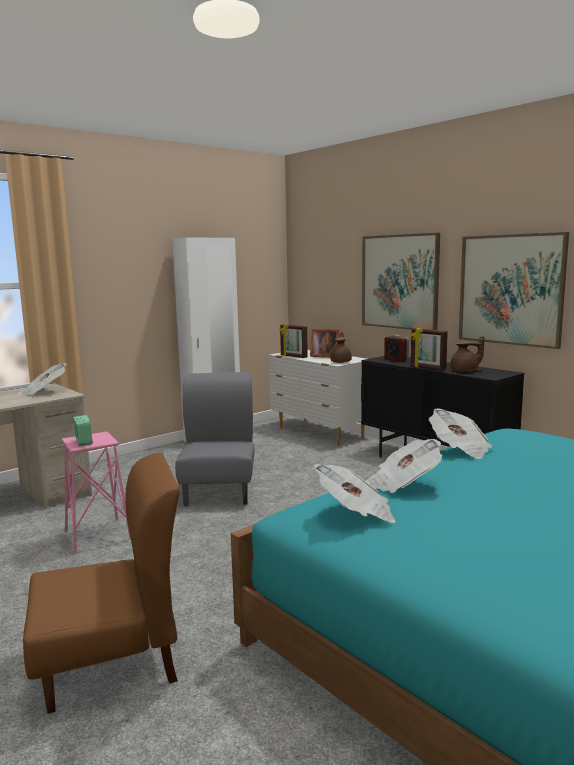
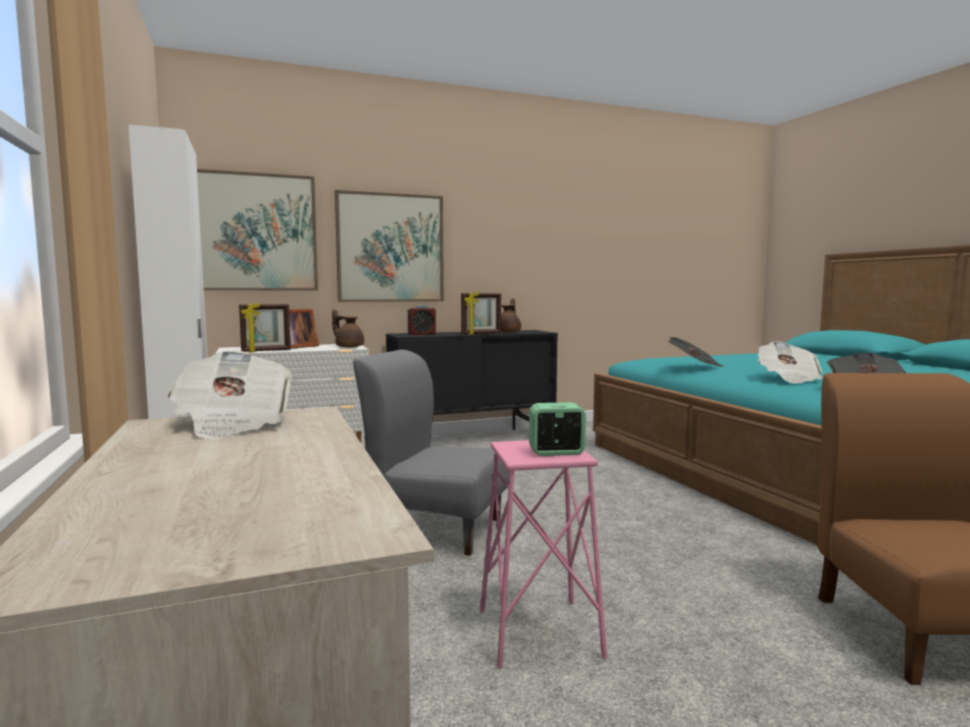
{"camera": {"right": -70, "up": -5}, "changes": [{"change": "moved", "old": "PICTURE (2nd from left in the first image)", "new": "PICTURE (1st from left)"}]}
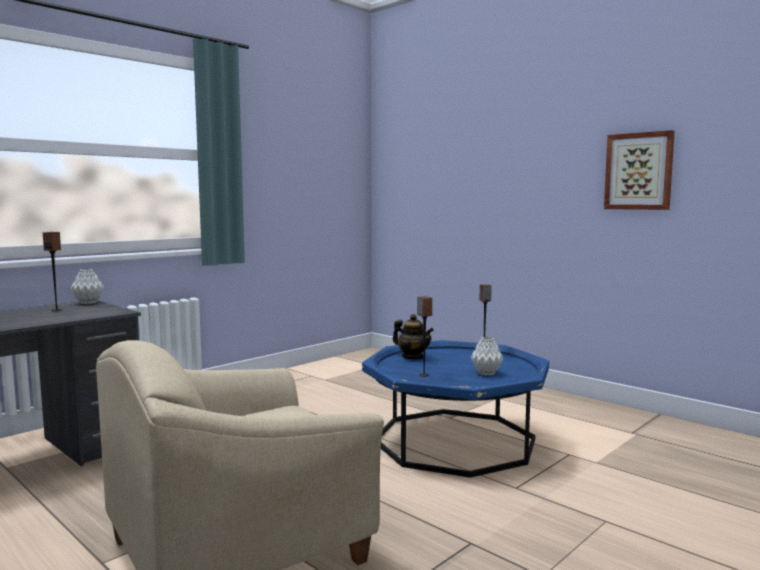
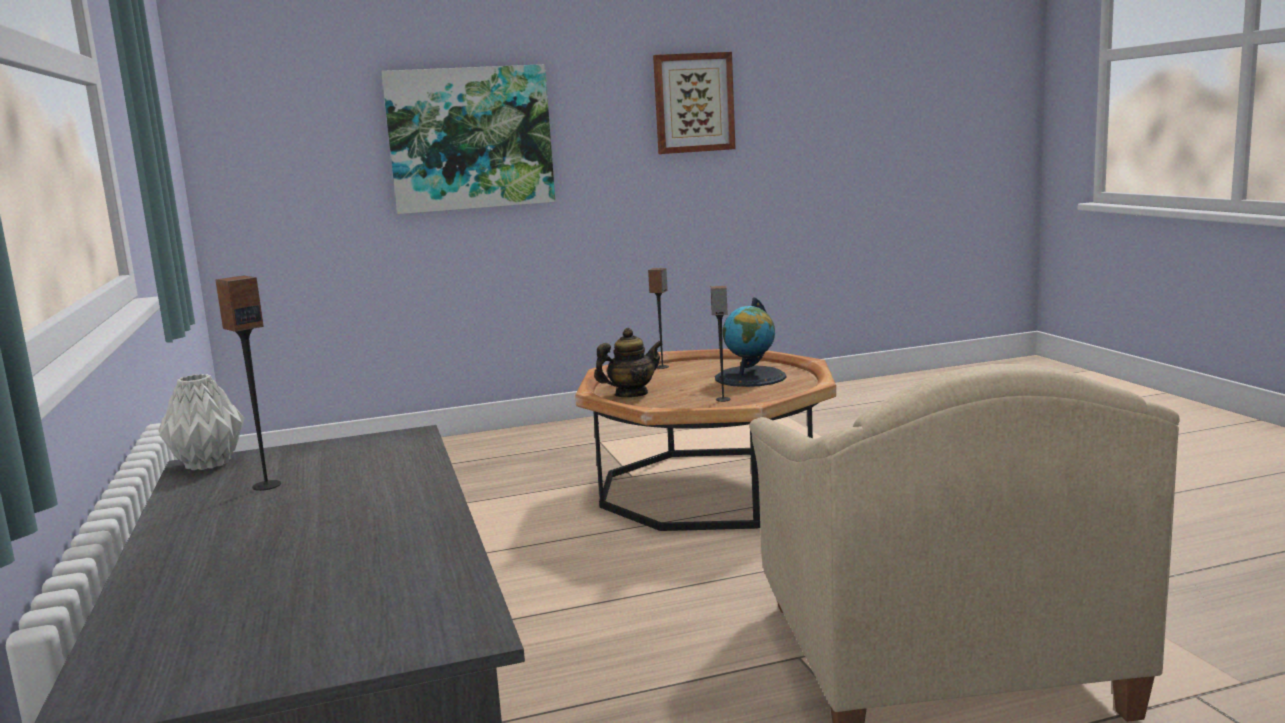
{"camera": {"right": -60, "up": 5}, "changes": [{"change": "added", "new": "PICTURE (1st from left)"}, {"change": "recoloured", "old": "BLUE COFFEE TABLE", "new": "BROWN COFFEE TABLE"}, {"change": "replaced", "old": "GREY VASE (2nd from left)", "new": "GLOBE"}]}
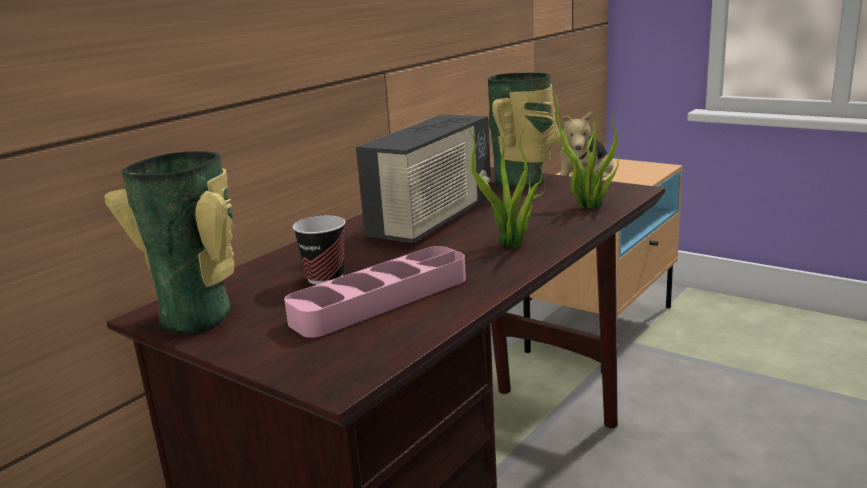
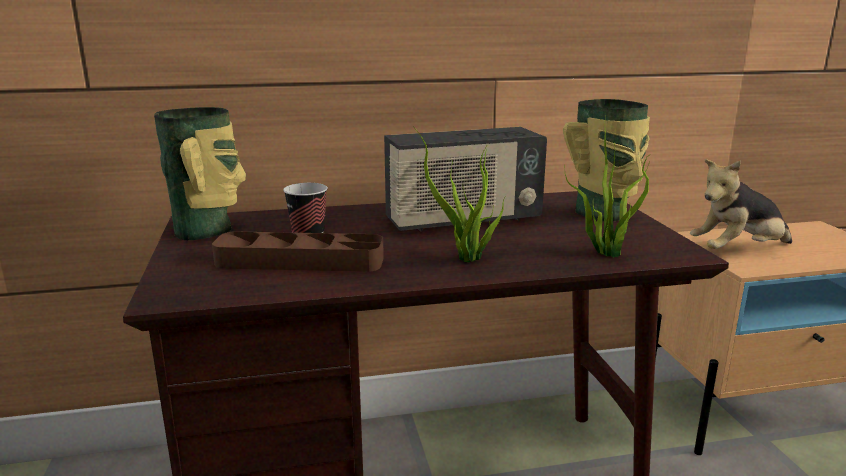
{"camera": {"right": 40, "up": 0}, "changes": [{"change": "recoloured", "old": "PINK TRAY", "new": "BROWN TRAY"}]}
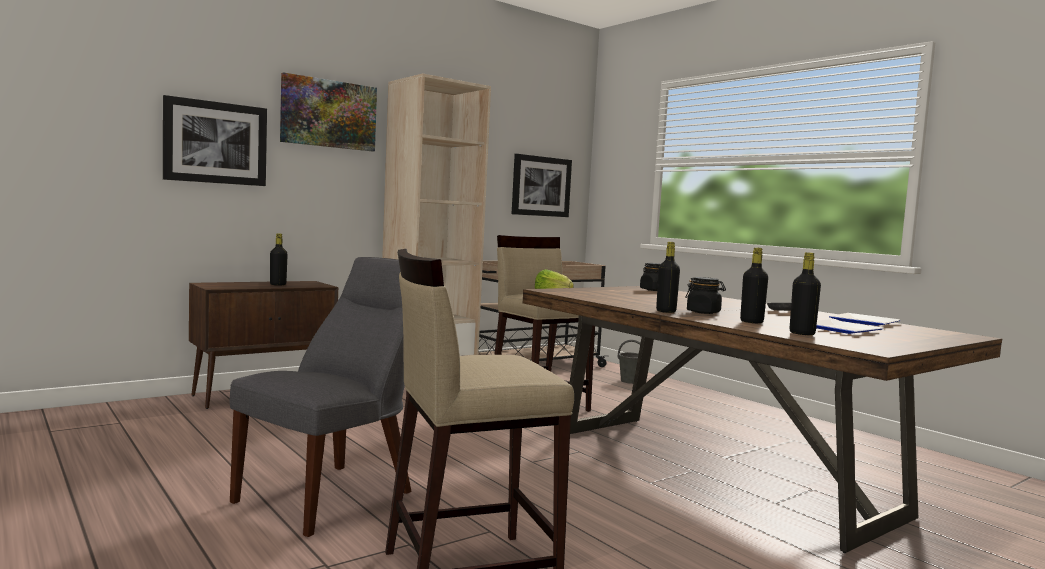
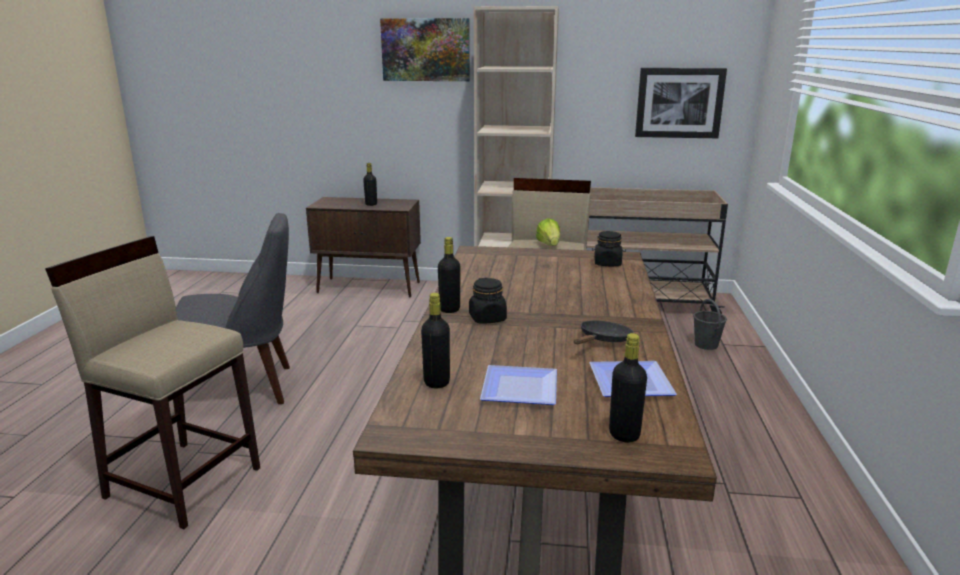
{"camera": {"right": 45, "up": 15}, "changes": [{"change": "moved", "old": "BLACK BOTTLE (3rd from left in the first image)", "new": "BLACK BOTTLE (4th from left)"}, {"change": "removed", "old": "PICTURE (1st from left)"}]}
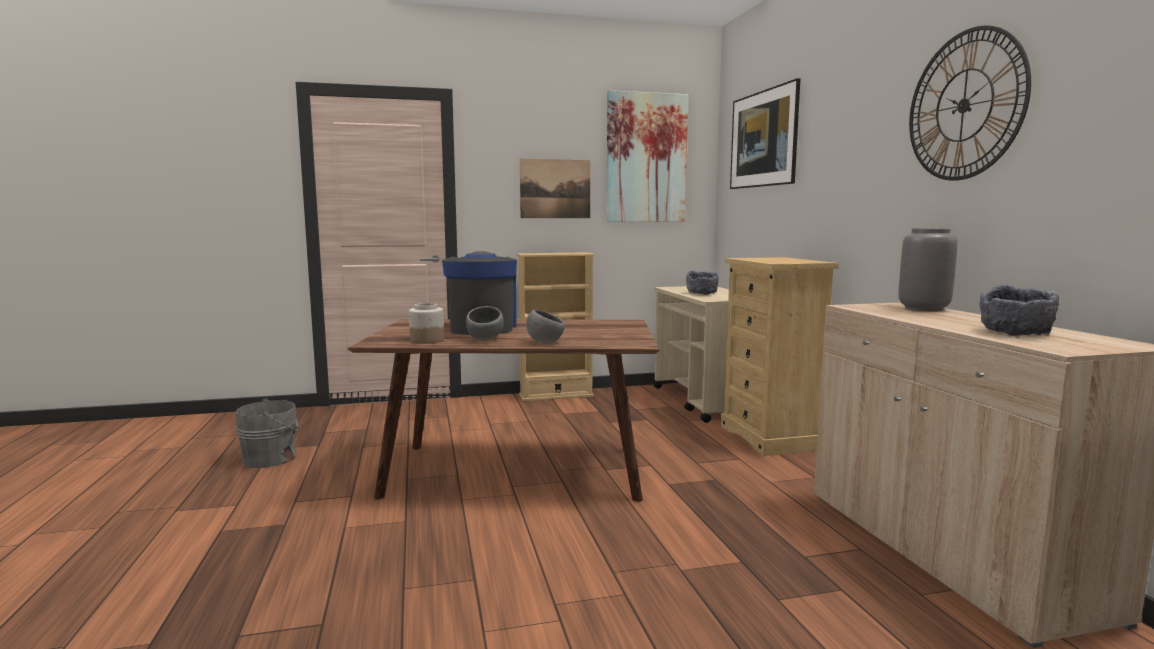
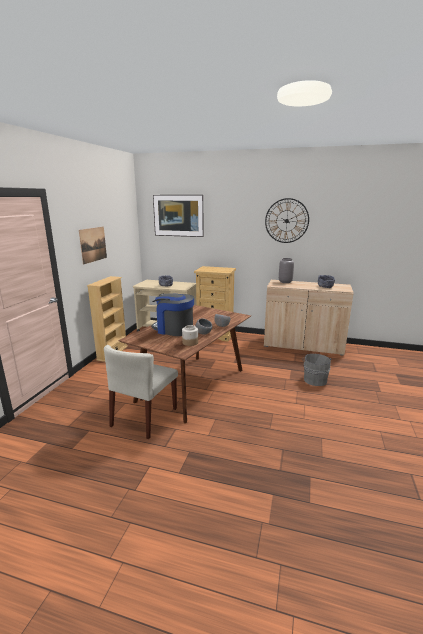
{"camera": {"right": -60, "up": 10}, "changes": [{"change": "added", "new": "BEIGE CHAIR"}, {"change": "moved", "old": "GREY BUCKET"}, {"change": "removed", "old": "PICTURE (2nd from left)"}]}
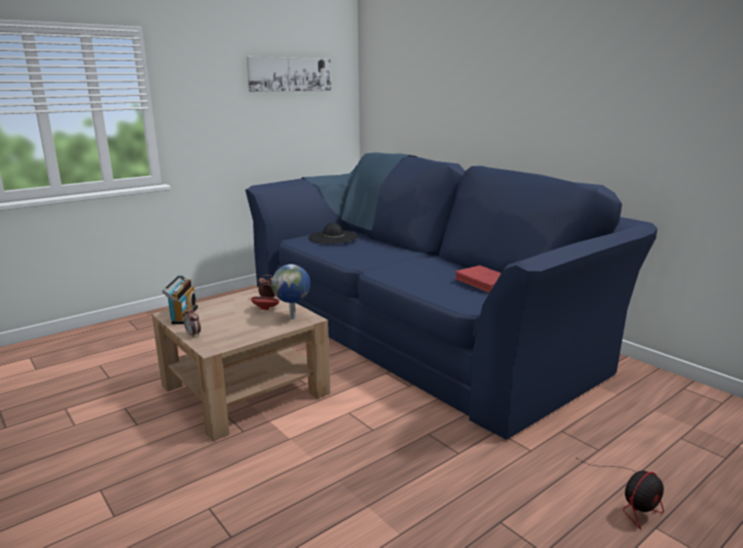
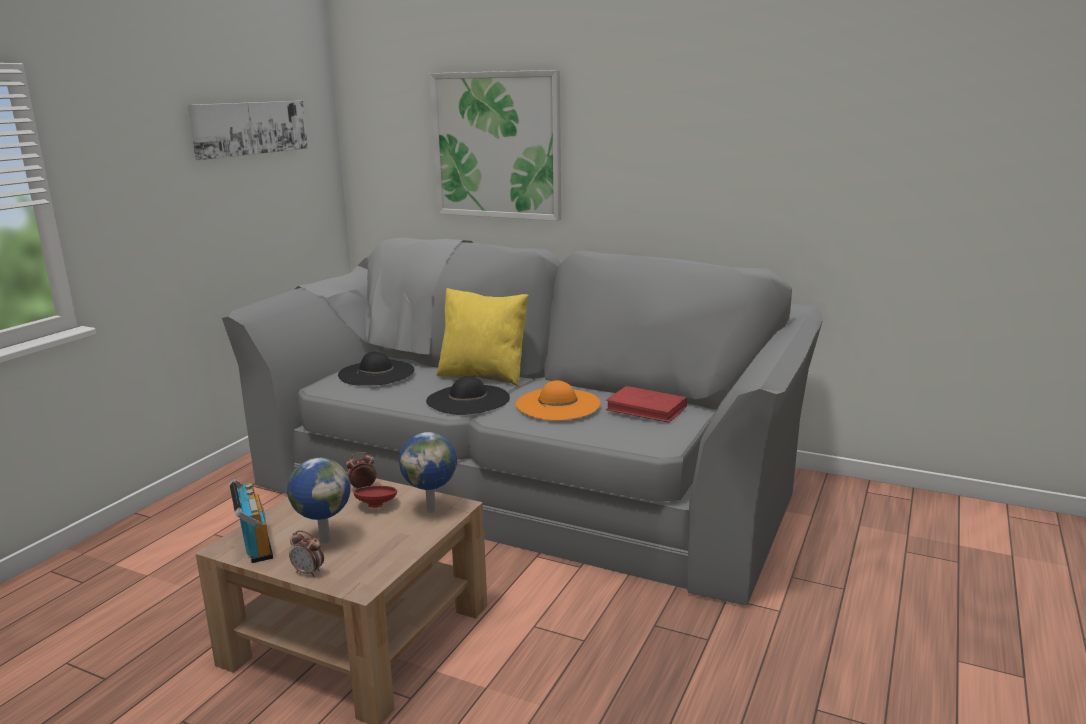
{"camera": {"right": -25, "up": 0}, "changes": [{"change": "recoloured", "old": "BLUE SOFA", "new": "GREY SOFA"}, {"change": "added", "new": "GLOBE (1st from left)"}, {"change": "added", "new": "BLACK HAT (2nd from left)"}, {"change": "added", "new": "PICTURE (2nd from left)"}, {"change": "added", "new": "YELLOW PILLOW"}, {"change": "added", "new": "ORANGE HAT"}, {"change": "removed", "old": "FAN"}]}
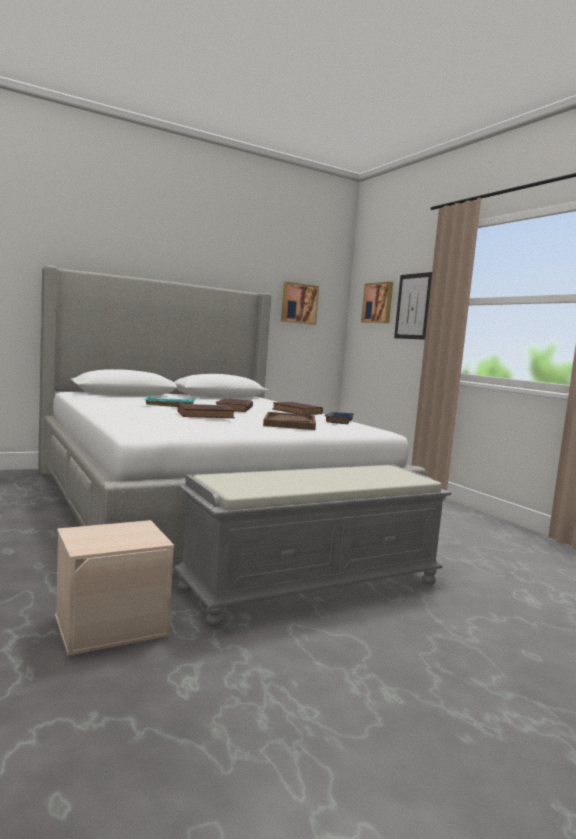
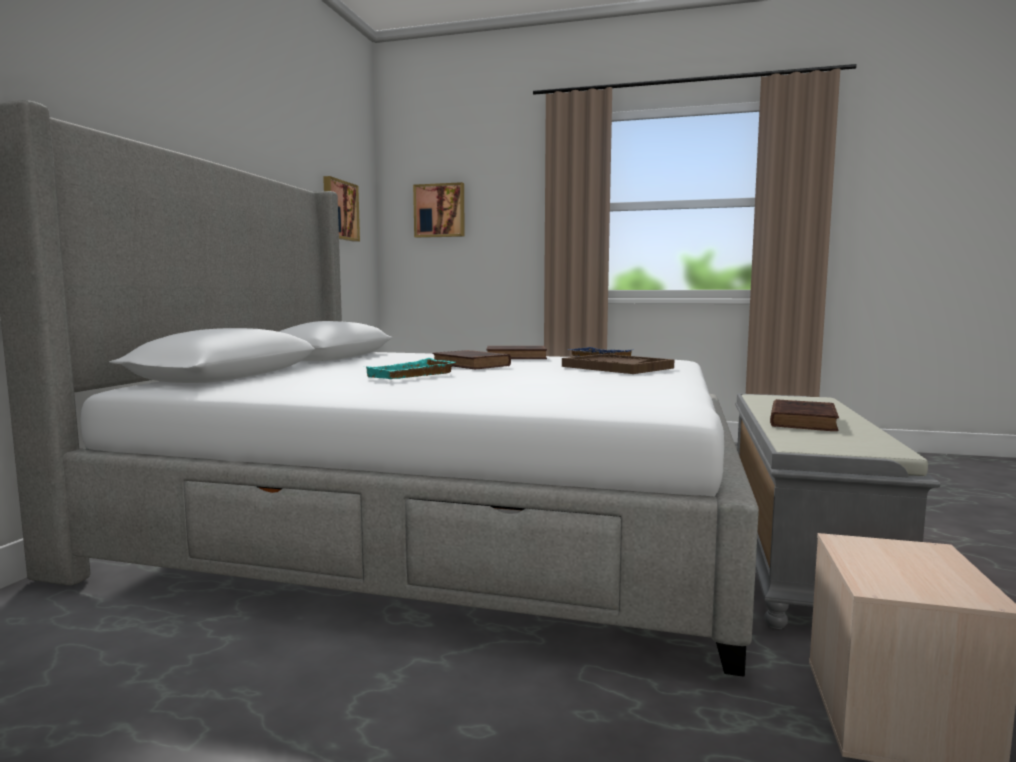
{"camera": {"right": -45, "up": 0}, "changes": [{"change": "moved", "old": "BROWN BOOK (1st from left in the first image)", "new": "BROWN BOOK (3rd from left)"}, {"change": "removed", "old": "PICTURE (3rd from left)"}]}
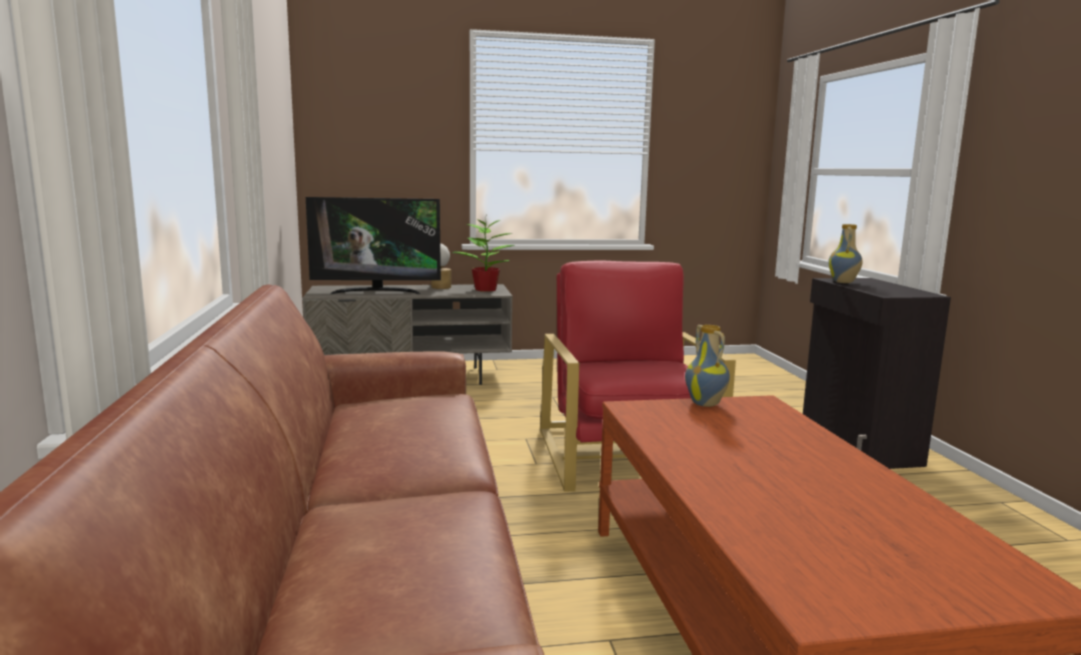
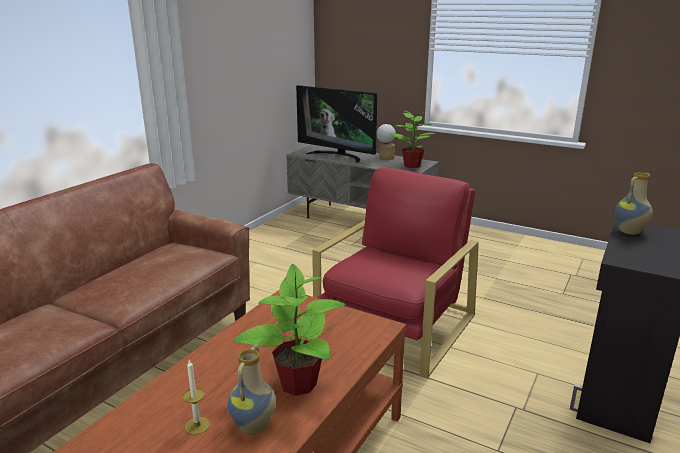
{"camera": {"right": 40, "up": 10}, "changes": [{"change": "added", "new": "CANDLE"}, {"change": "moved", "old": "VASE (1st from left)"}, {"change": "added", "new": "POTTED PLANT (1st from left)"}]}
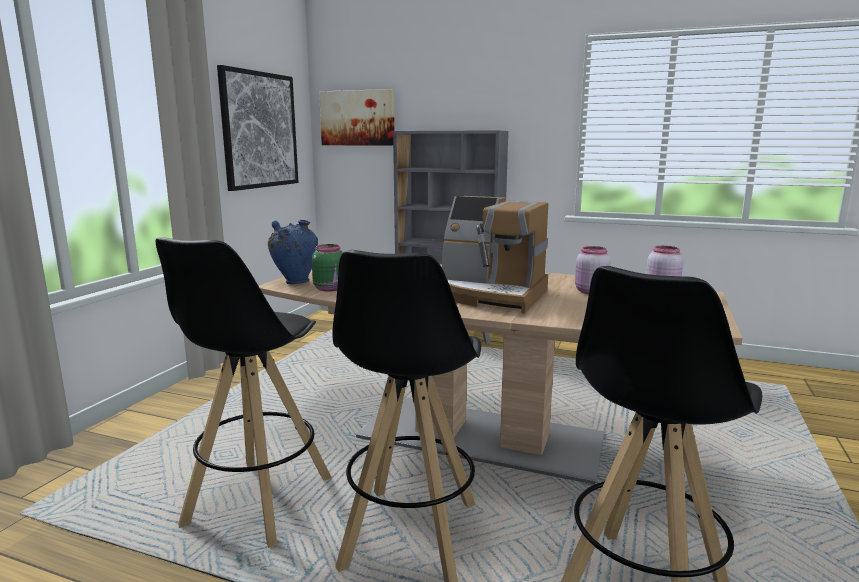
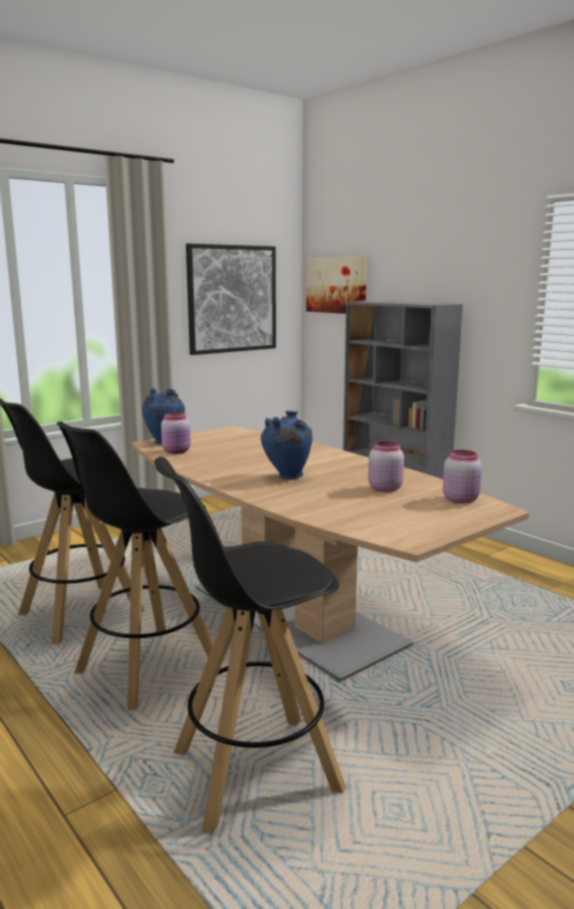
{"camera": {"right": 30, "up": 0}, "changes": [{"change": "recoloured", "old": "GREEN JAR", "new": "PINK JAR (1st from left)"}, {"change": "replaced", "old": "COFFEE MACHINE", "new": "BLUE VASE (2nd from left)"}]}
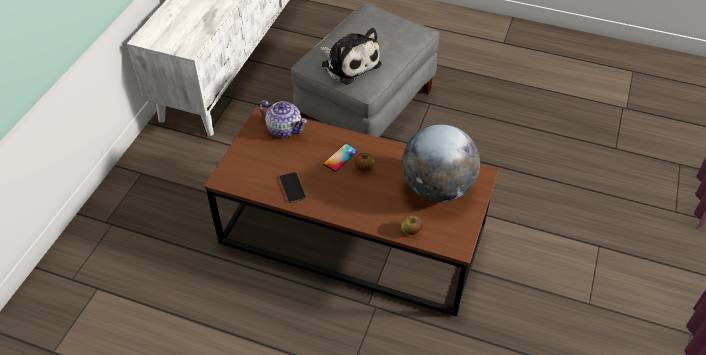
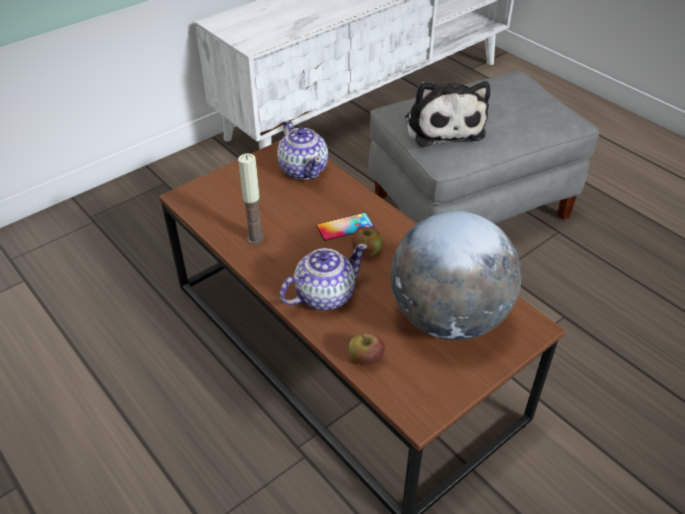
{"camera": {"right": 30, "up": -5}, "changes": [{"change": "replaced", "old": "PHONE (1st from left)", "new": "CANDLE"}, {"change": "added", "new": "TEAPOT (2nd from left)"}]}
